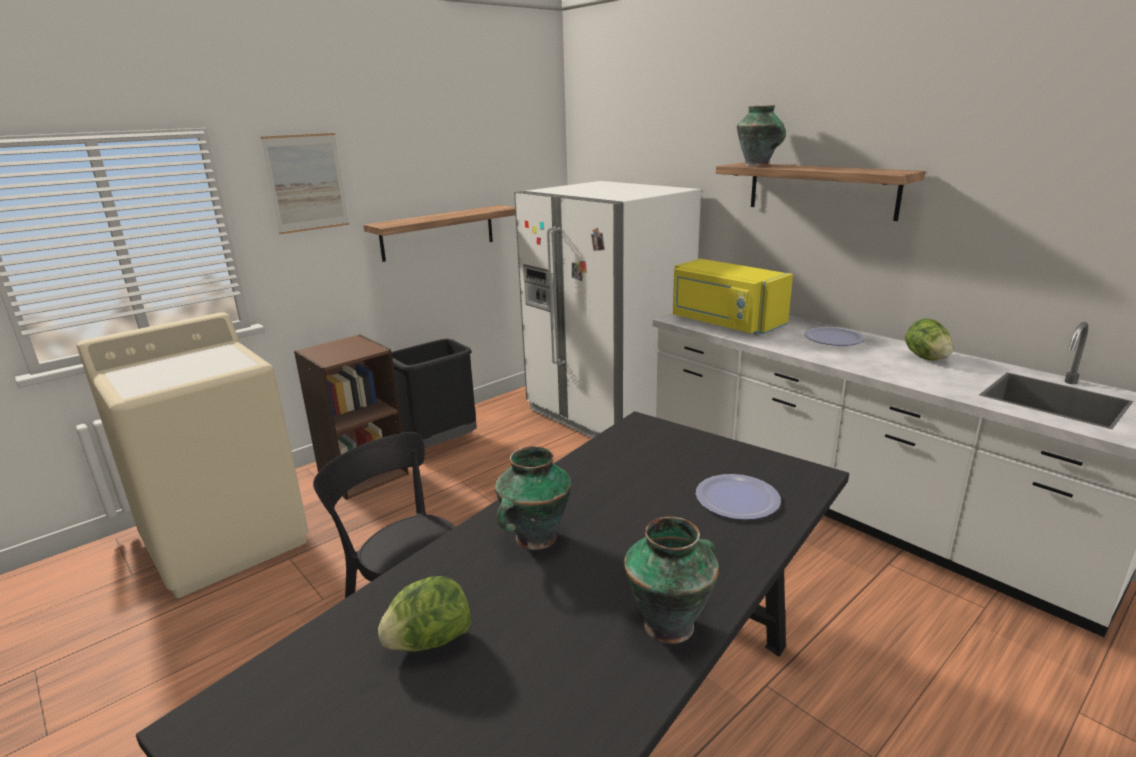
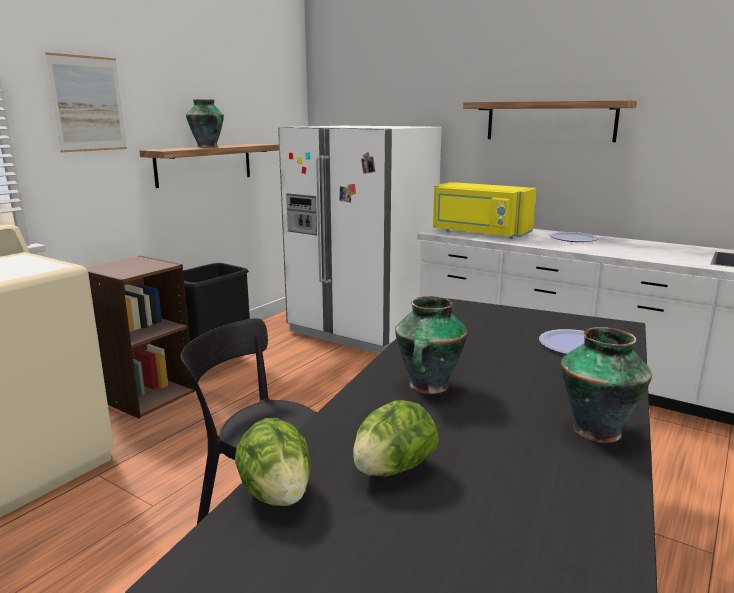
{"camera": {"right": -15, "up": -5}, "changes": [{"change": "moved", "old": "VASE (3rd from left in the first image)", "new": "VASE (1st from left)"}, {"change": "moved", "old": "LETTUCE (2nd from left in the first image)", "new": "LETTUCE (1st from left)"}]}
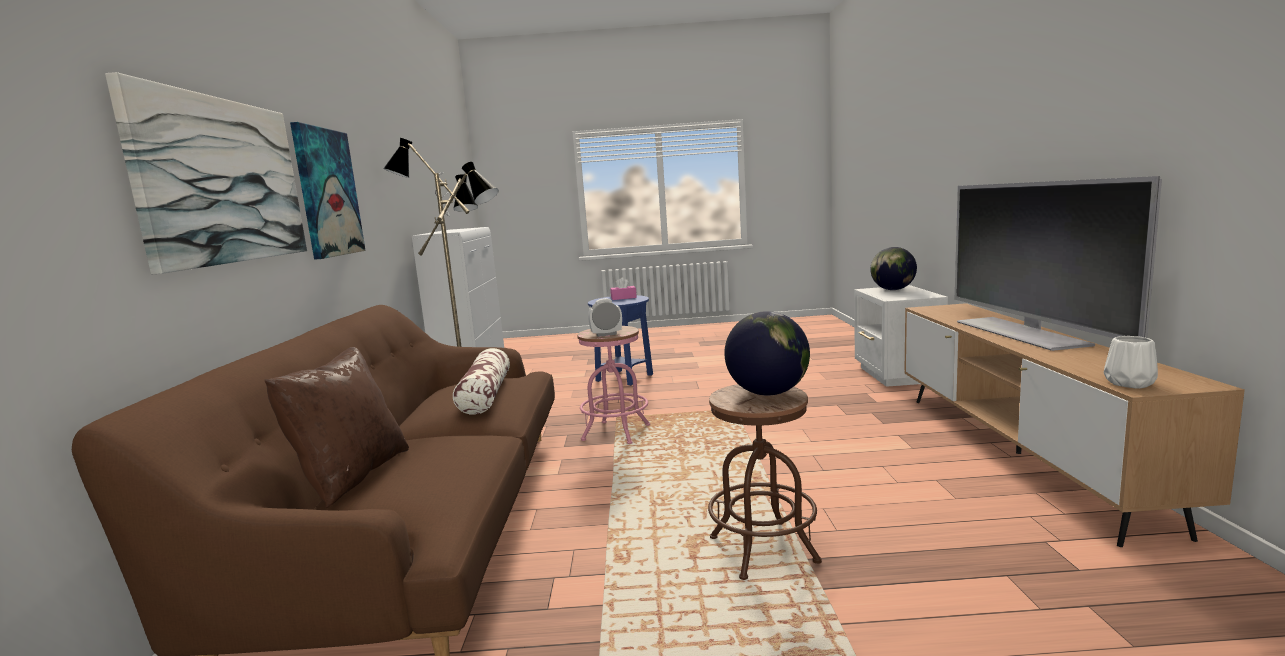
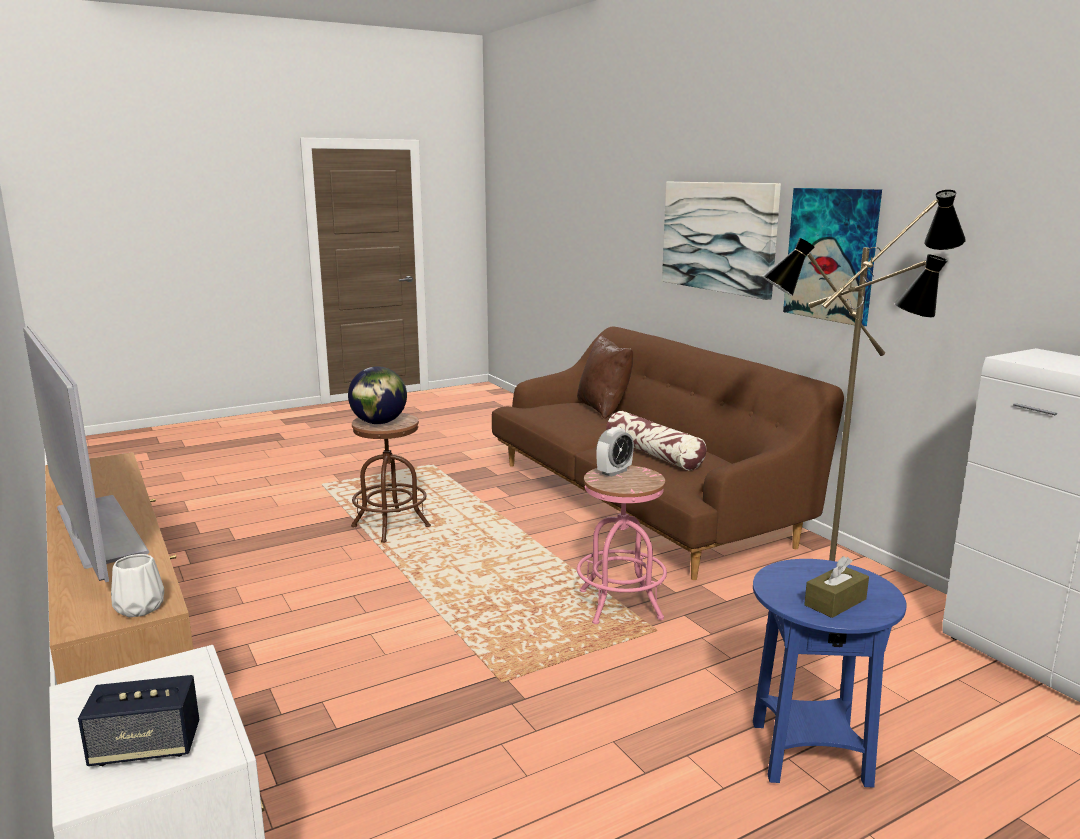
{"camera": {"right": 150, "up": 5}, "changes": [{"change": "replaced", "old": "GLOBE (2nd from left)", "new": "SPEAKER"}, {"change": "moved", "old": "WHITE VASE"}, {"change": "recoloured", "old": "PINK TISSUE BOX", "new": "BROWN TISSUE BOX"}]}
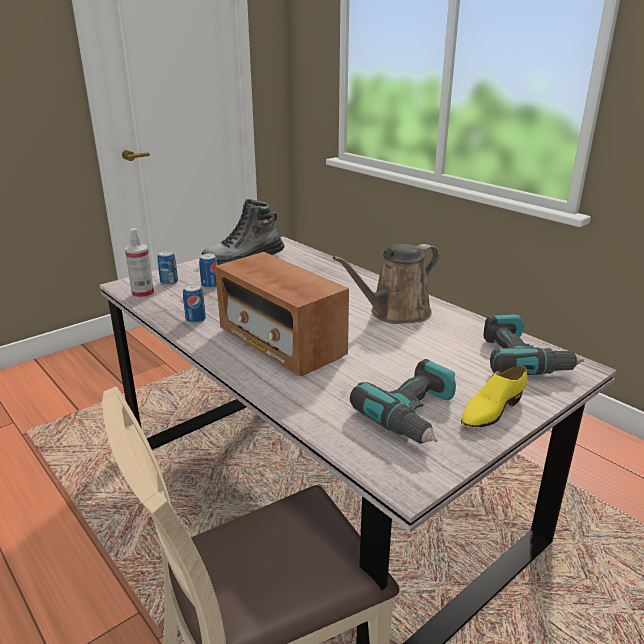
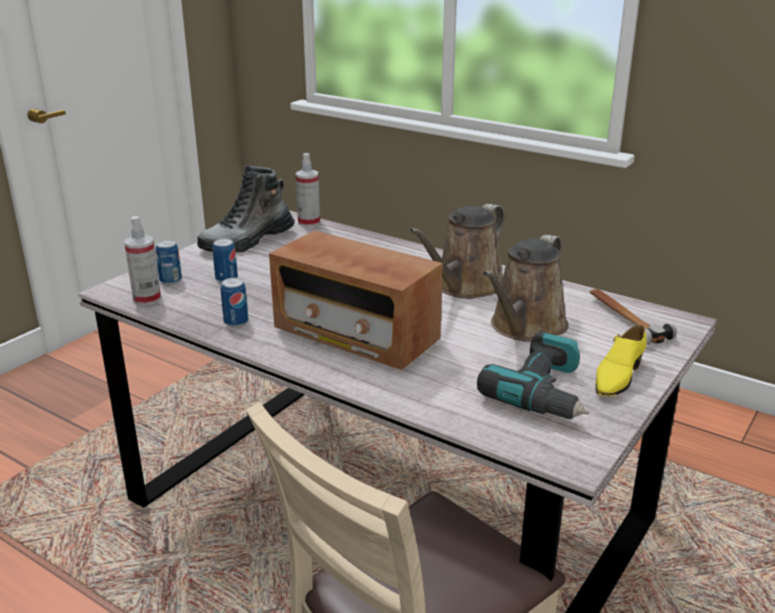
{"camera": {"right": -15, "up": 0}, "changes": [{"change": "added", "new": "SPRAY BOTTLE (2nd from left)"}, {"change": "added", "new": "BROWN WATERING CAN (2nd from left)"}, {"change": "replaced", "old": "POWER DRILL (2nd from left)", "new": "HAMMER"}]}
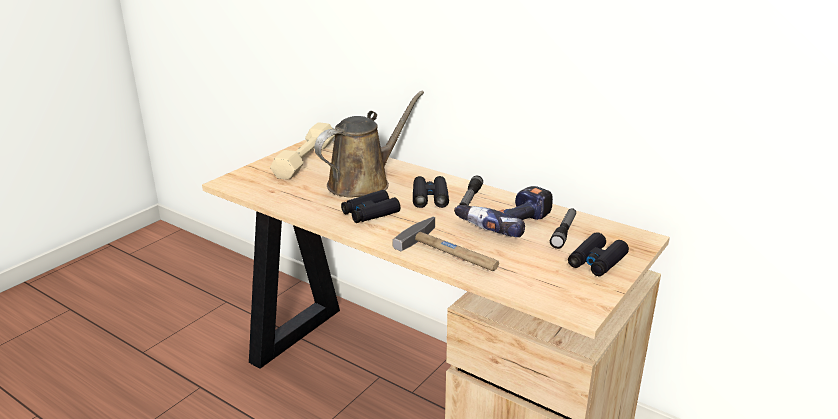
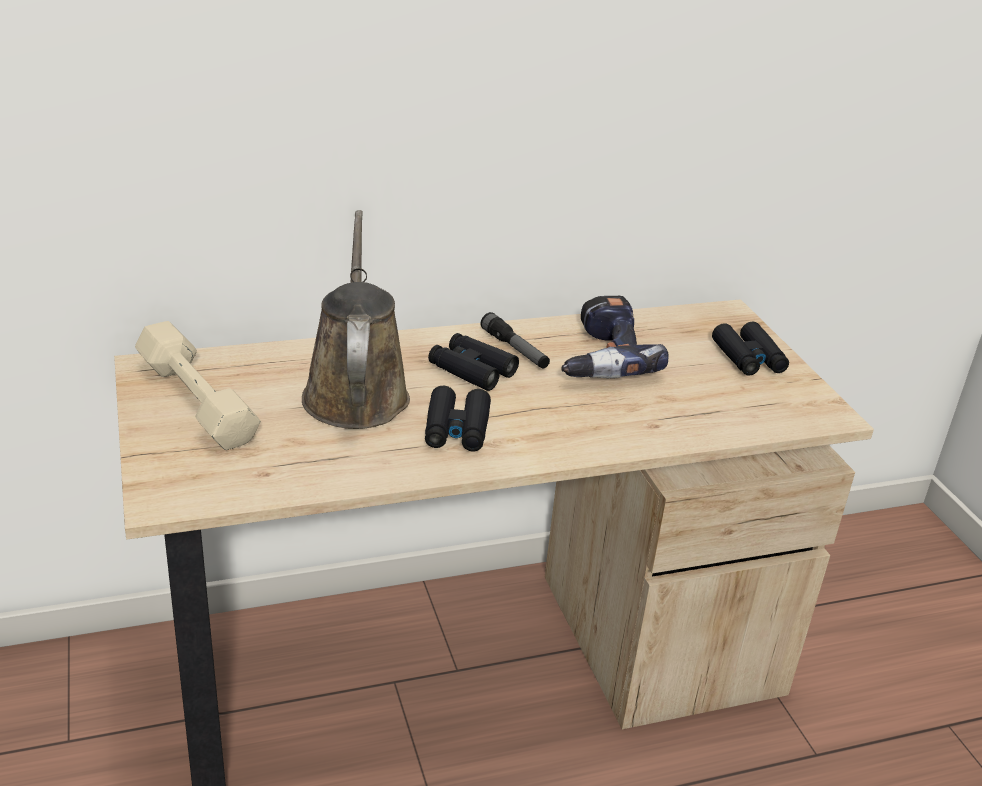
{"camera": {"right": -55, "up": 5}, "changes": [{"change": "removed", "old": "HAMMER"}, {"change": "removed", "old": "FLASHLIGHT (2nd from left)"}]}
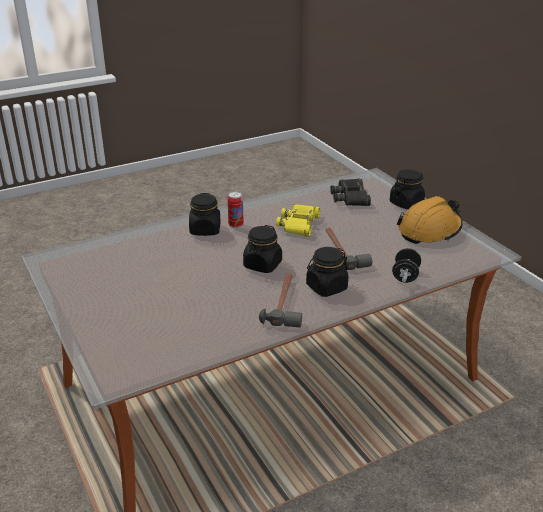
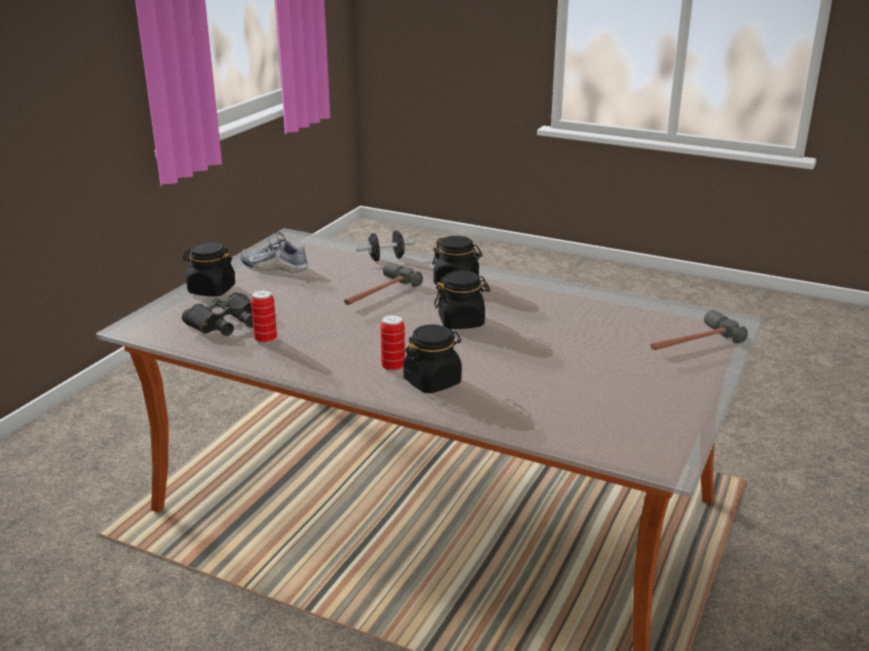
{"camera": {"right": -125, "up": -5}, "changes": [{"change": "replaced", "old": "ORANGE HARD HAT", "new": "SHOE"}, {"change": "added", "new": "CAN (1st from left)"}, {"change": "moved", "old": "HAMMER (1st from left in the first image)", "new": "HAMMER (2nd from left)"}, {"change": "removed", "old": "YELLOW BINOCULARS"}]}
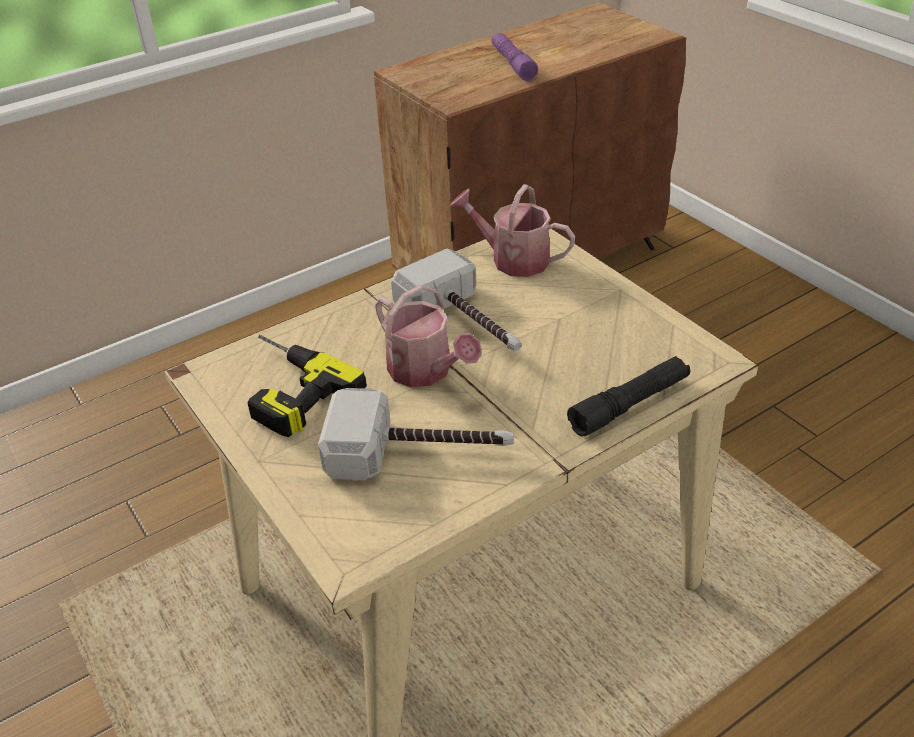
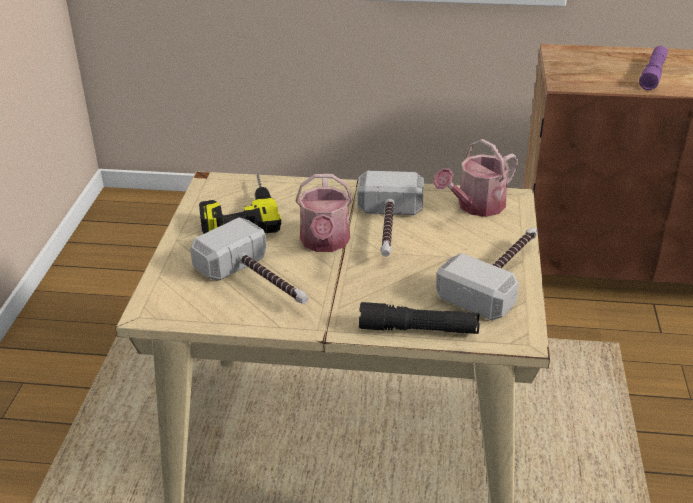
{"camera": {"right": 40, "up": -5}, "changes": [{"change": "turned", "old": "WATERING CAN (2nd from left)", "degrees": -105}, {"change": "added", "new": "HAMMER (3rd from left)"}]}
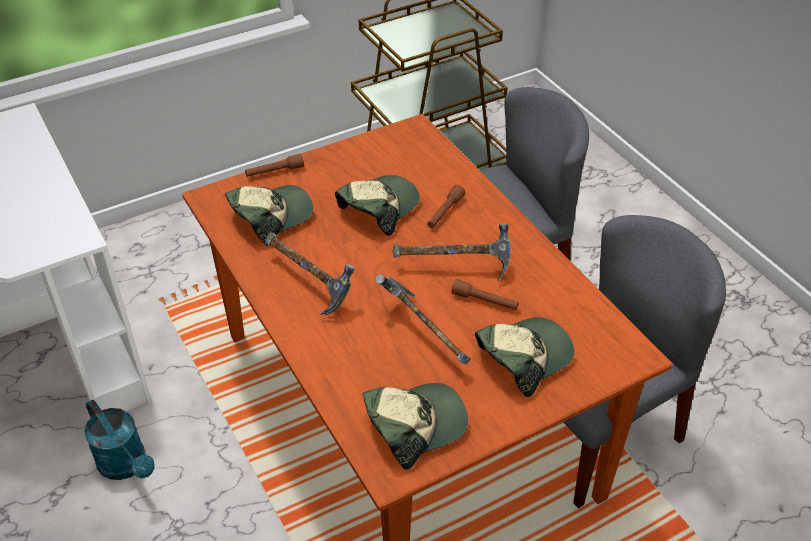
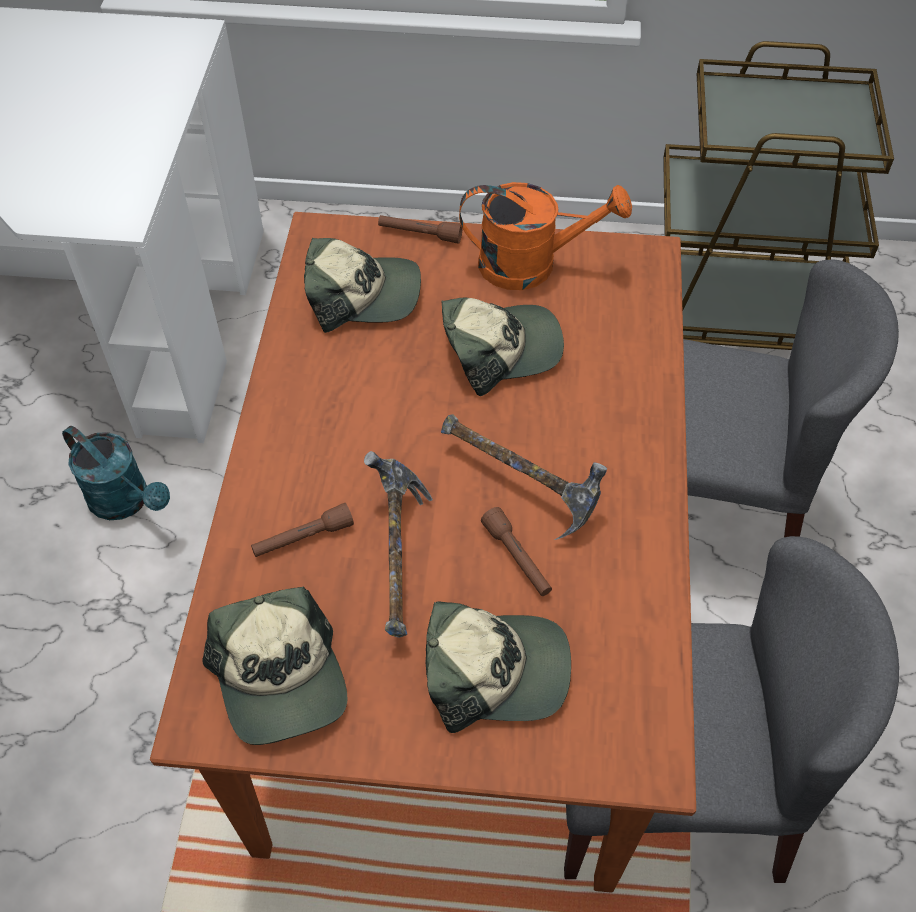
{"camera": {"right": 35, "up": 10}, "changes": [{"change": "turned", "old": "TURQUOISE WATERING CAN", "degrees": -45}, {"change": "turned", "old": "CAP (3rd from left in the first image)", "degrees": 60}, {"change": "moved", "old": "BROWN FLASHLIGHT (2nd from left in the first image)", "new": "BROWN FLASHLIGHT (1st from left)"}, {"change": "added", "new": "ORANGE WATERING CAN"}, {"change": "removed", "old": "HAMMER (1st from left)"}]}
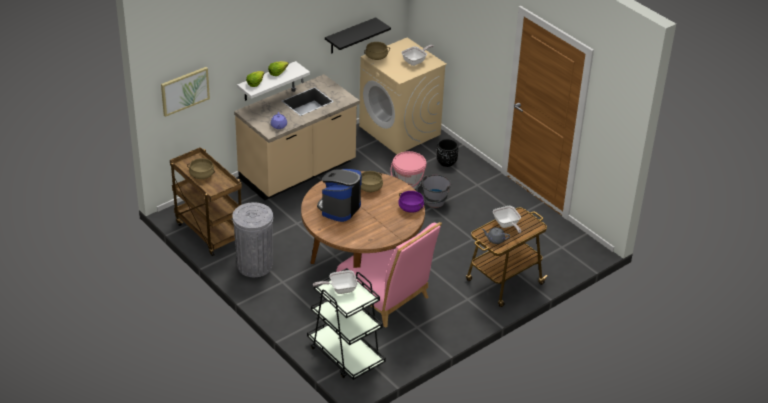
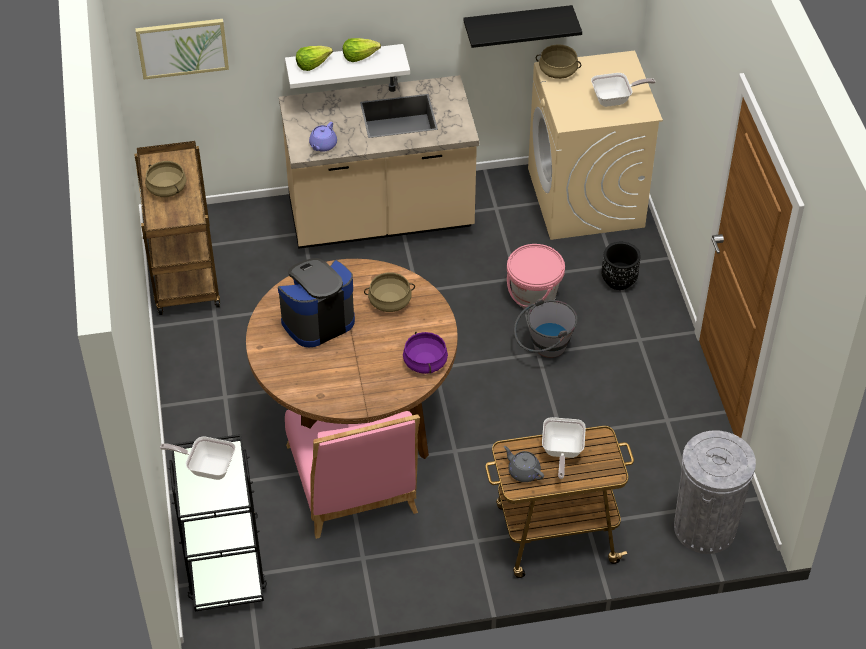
{"camera": {"right": 30, "up": 10}, "changes": [{"change": "moved", "old": "GREY TRASH CAN"}]}
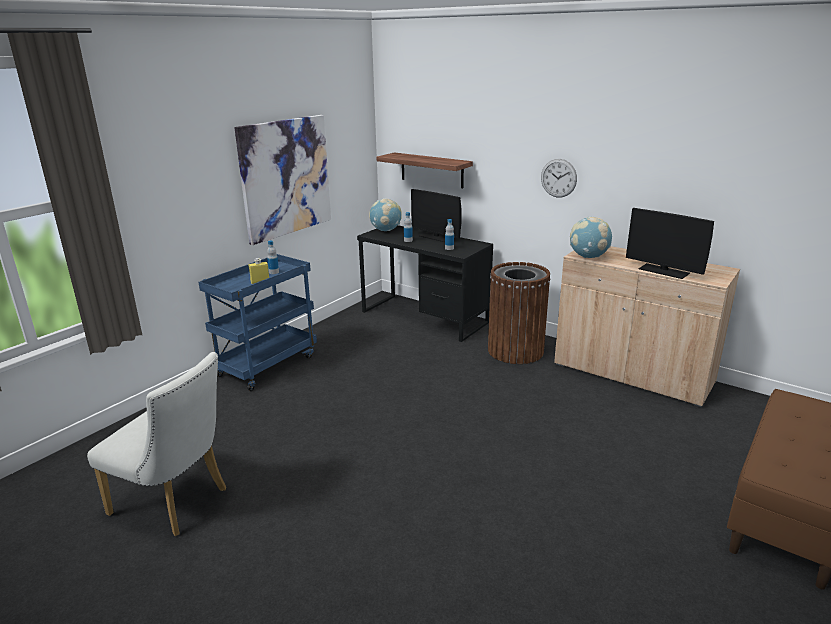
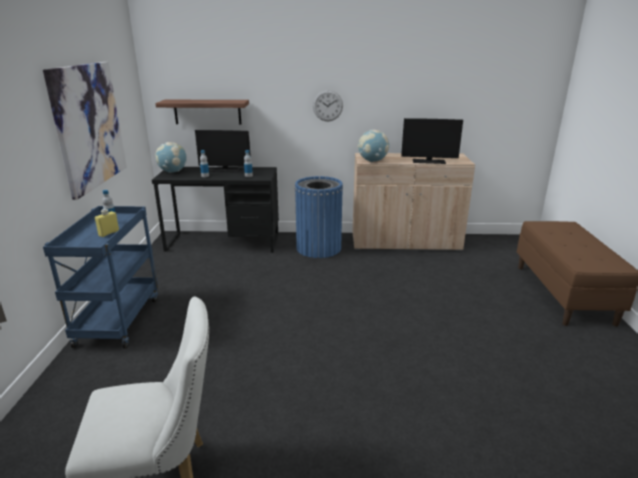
{"camera": {"right": -35, "up": 0}, "changes": [{"change": "recoloured", "old": "BROWN TRASH CAN", "new": "BLUE TRASH CAN"}]}
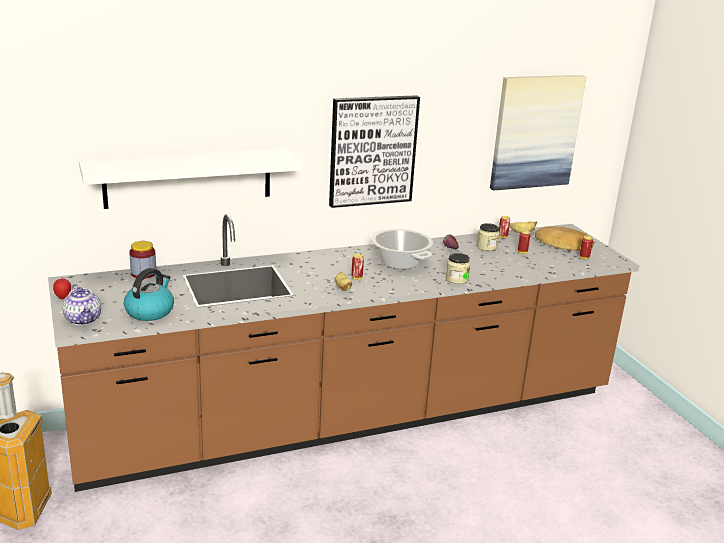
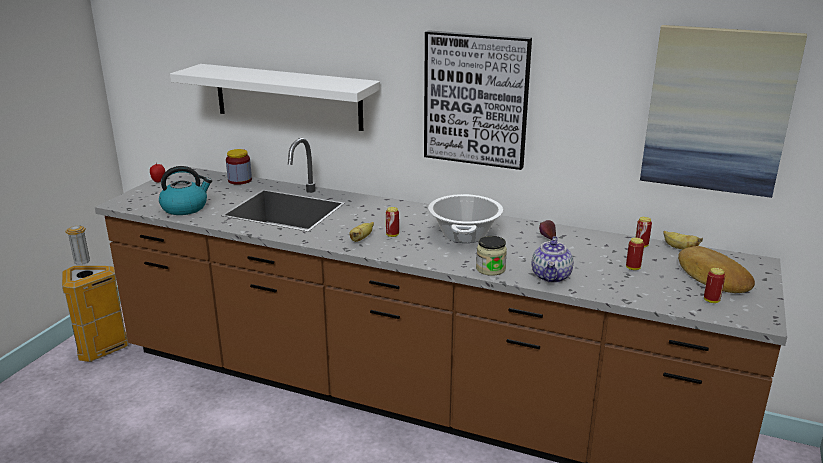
{"camera": {"right": 45, "up": 0}, "changes": [{"change": "moved", "old": "TEAPOT"}, {"change": "removed", "old": "JAR (3rd from left)"}]}
